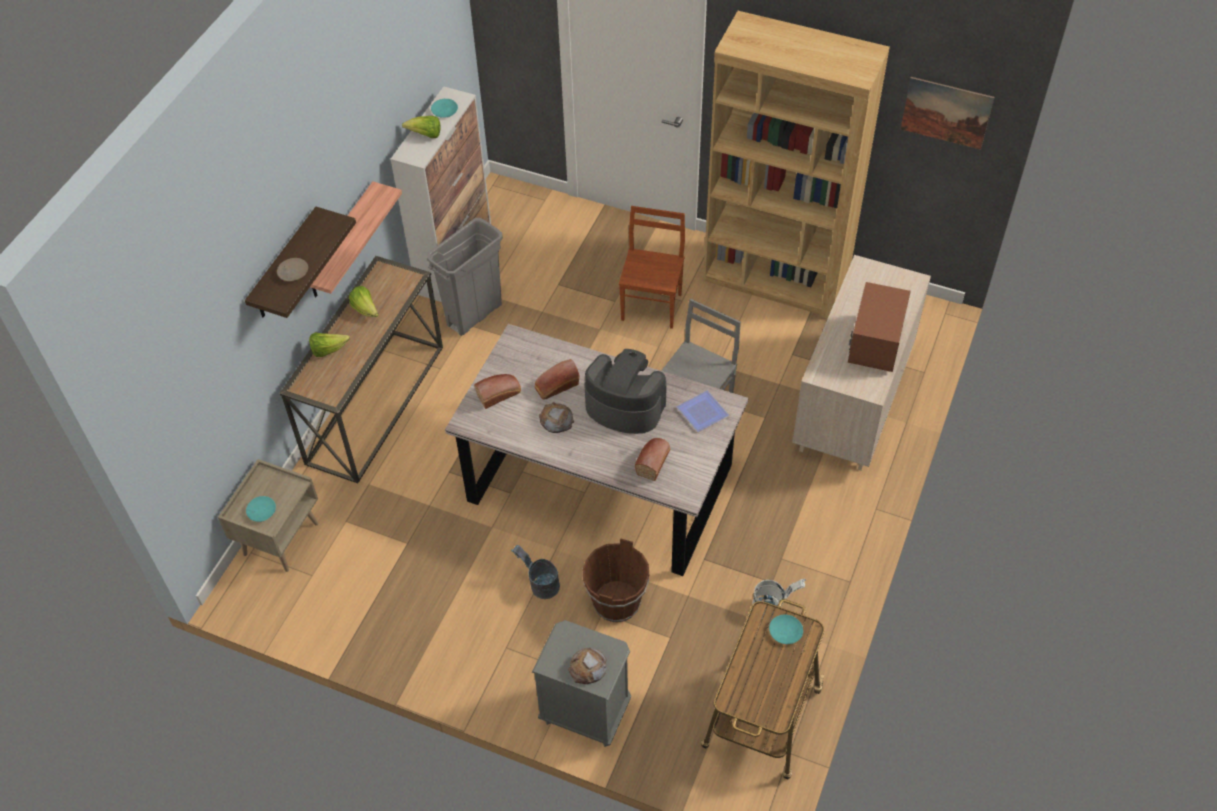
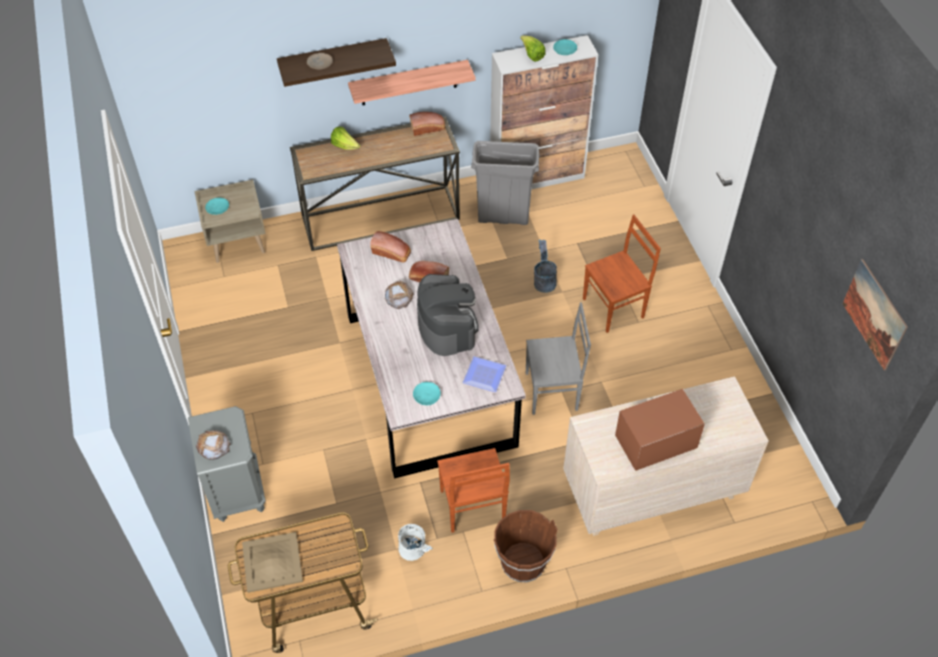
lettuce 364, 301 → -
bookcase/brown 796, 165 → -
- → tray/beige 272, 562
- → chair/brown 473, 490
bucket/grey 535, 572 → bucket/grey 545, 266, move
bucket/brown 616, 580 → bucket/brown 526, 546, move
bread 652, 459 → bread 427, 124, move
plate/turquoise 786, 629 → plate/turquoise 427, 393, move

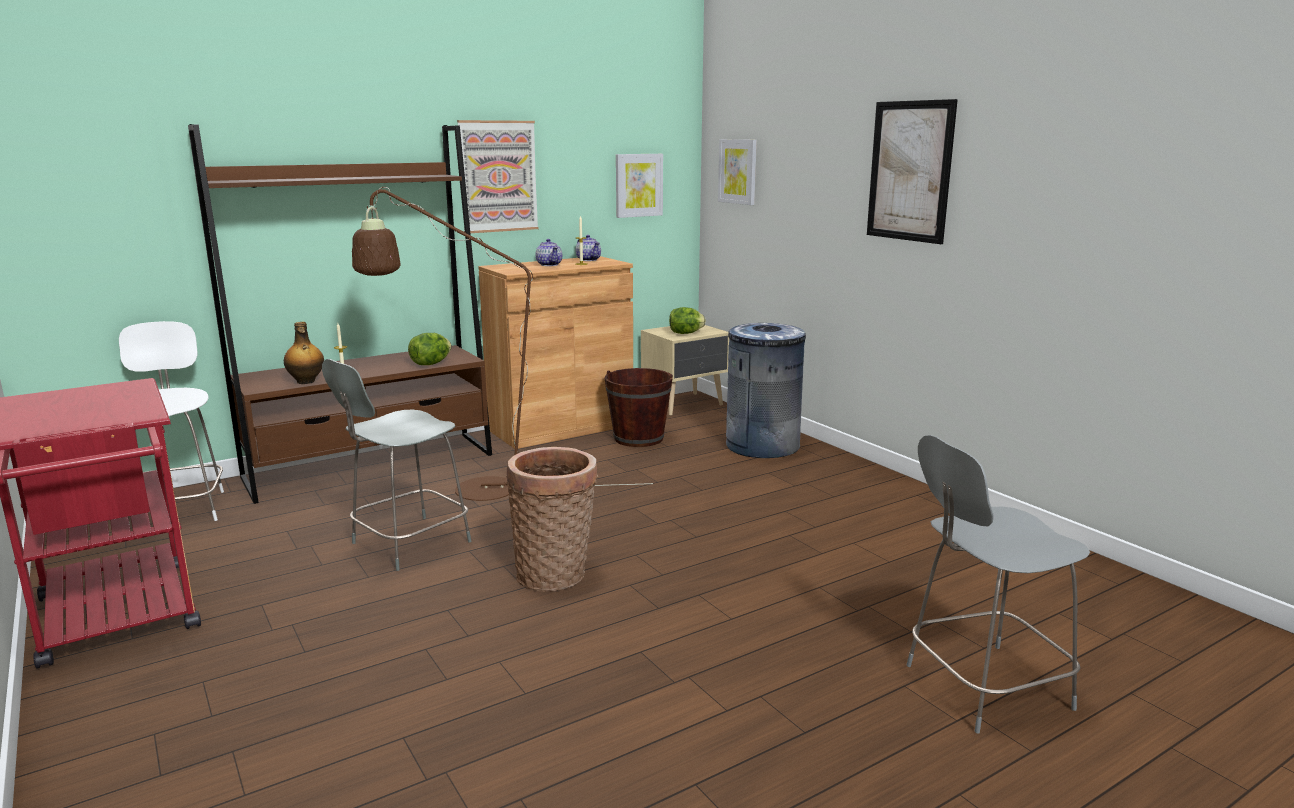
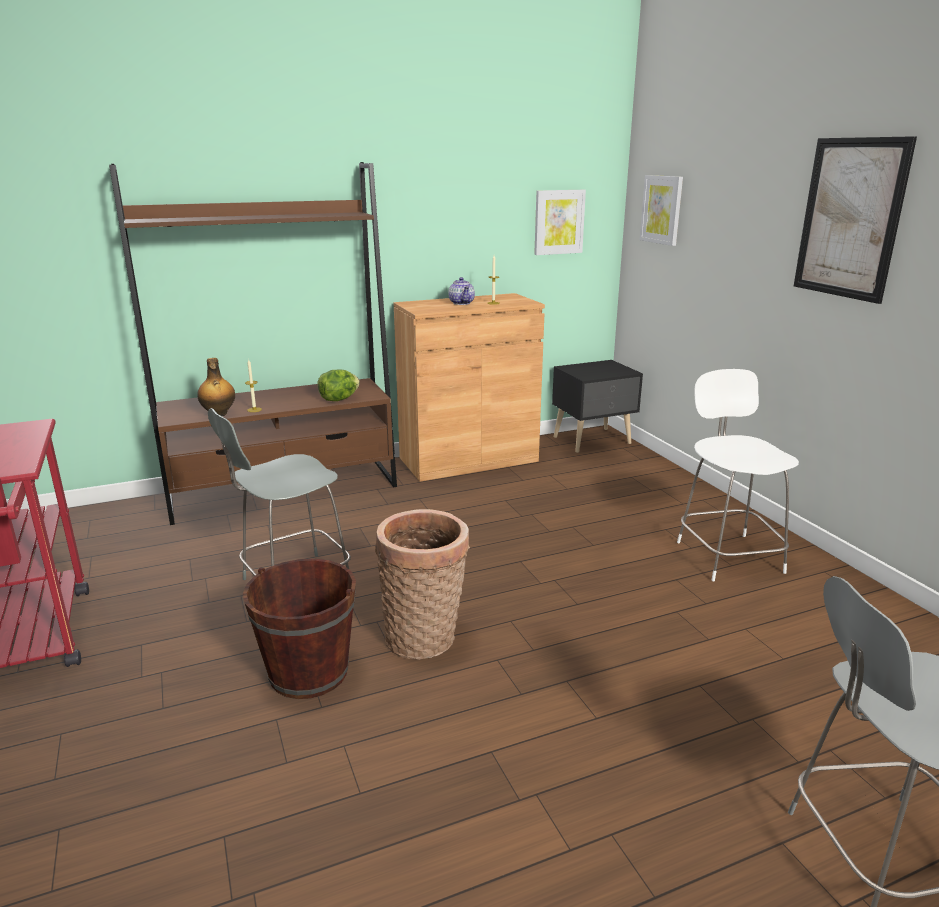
floor lamp/brown 502, 344 → -
picture 498, 176 → -
teapot 588, 248 → -
lettuce 687, 320 → -
trash can/grey 766, 390 → -
chair/white 171, 423 → chair/white 738, 475, move
bucket/brown 638, 407 → bucket/brown 299, 629, move
nightstand/beige 685, 370 → nightstand/black 597, 406

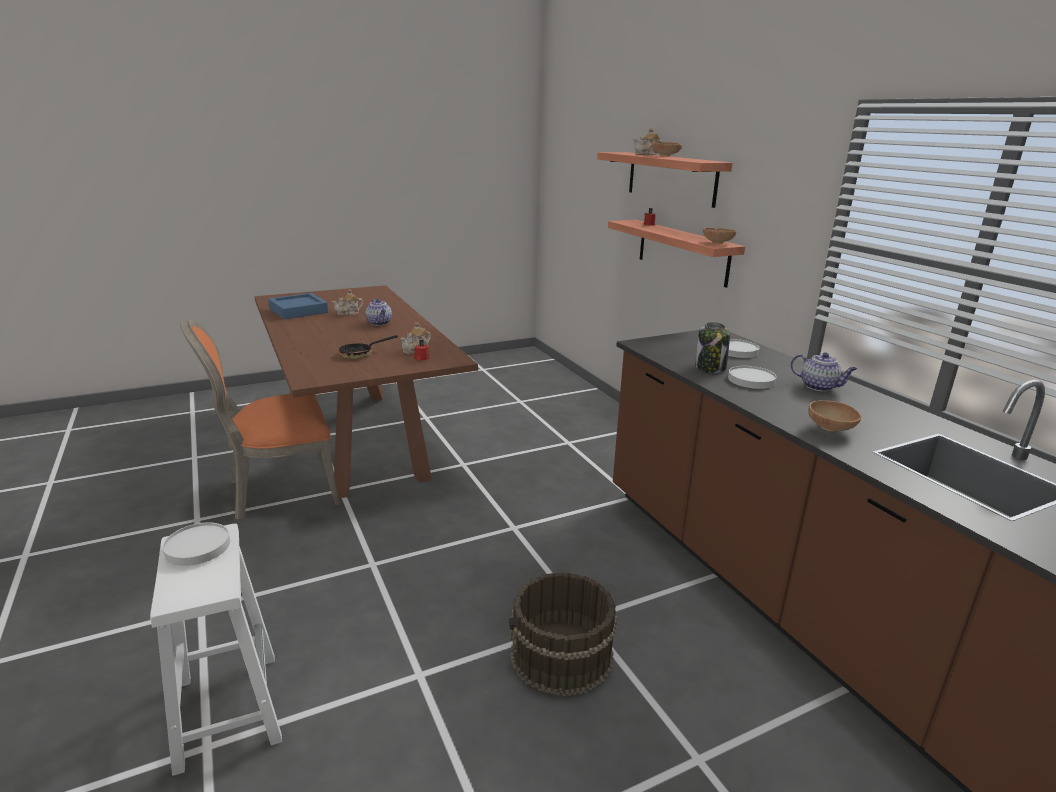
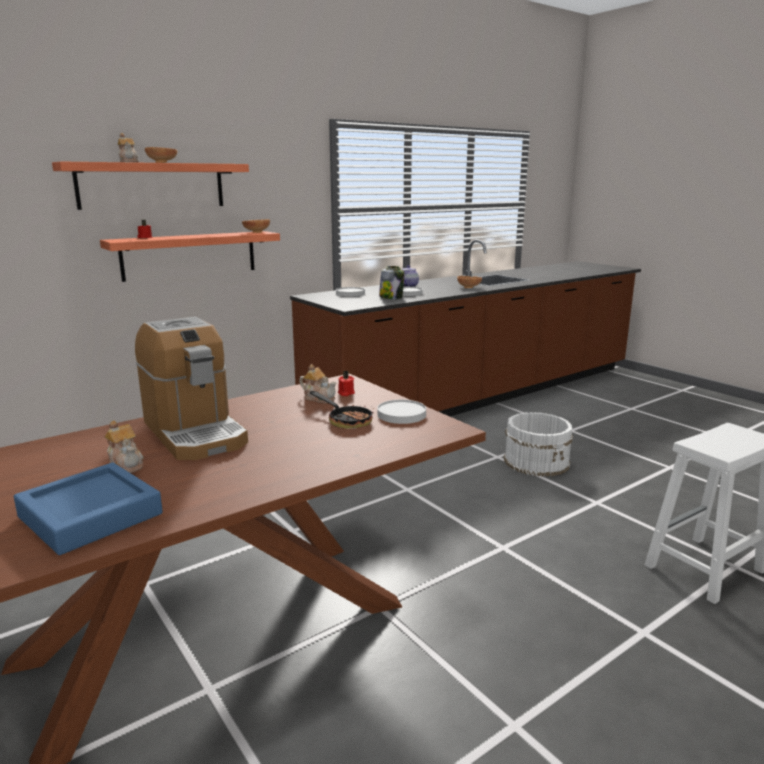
chair/orange 260, 419 → -
plate/white 196, 544 → plate/white 401, 412, move
teapot 378, 312 → coffee machine 191, 388
bucket/brown 563, 634 → bucket/white 538, 444

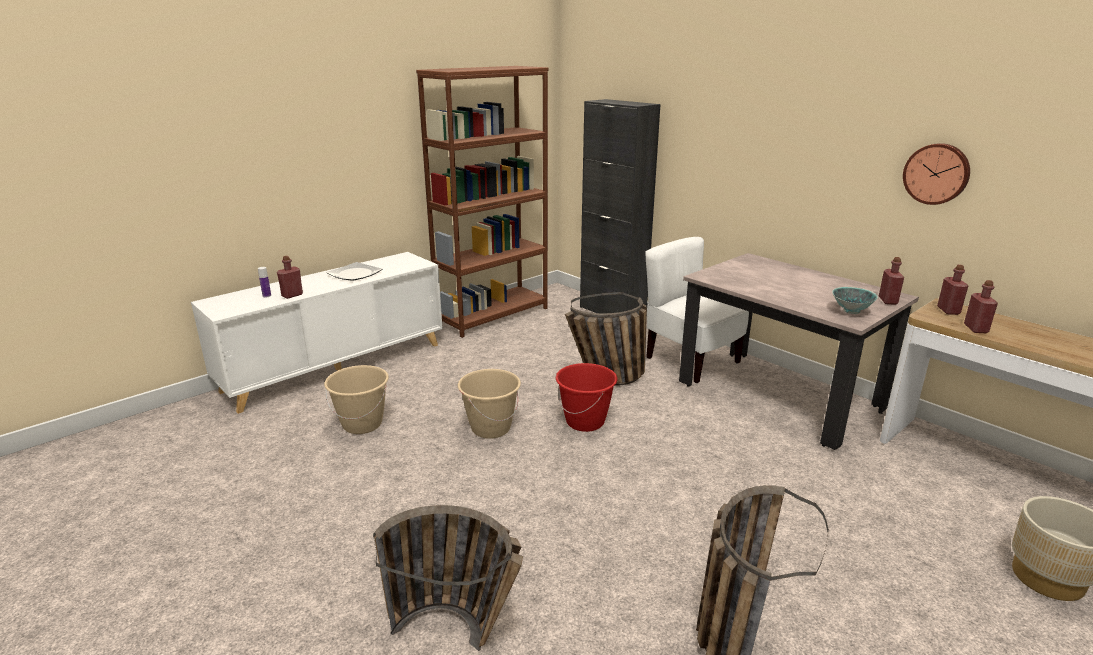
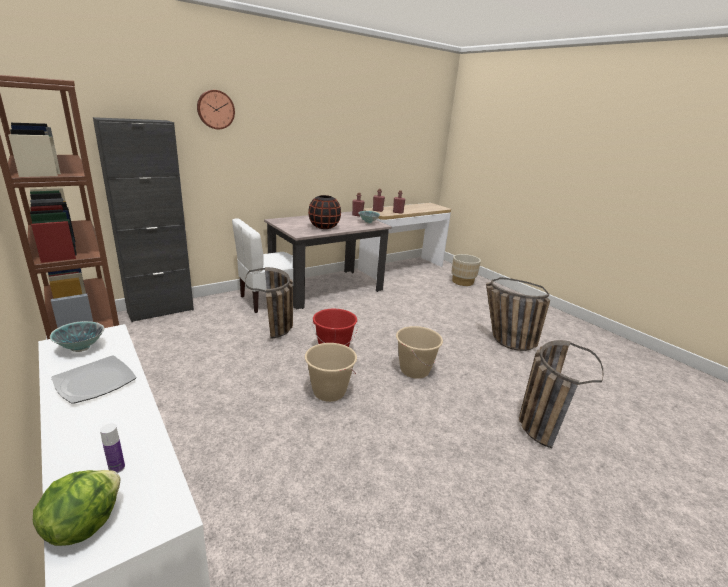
bottle/red 290, 277 → -
- → lettuce 76, 508
- → bowl 77, 336
- → vase/black 324, 212
bucket/beige 356, 399 → bucket/beige 419, 352, move
wall clock 936, 174 → wall clock 216, 109, move

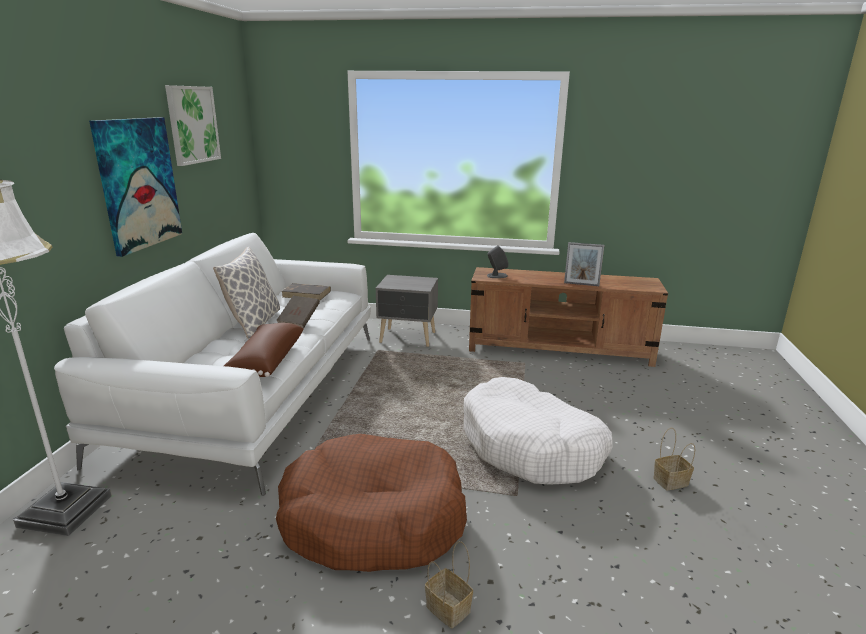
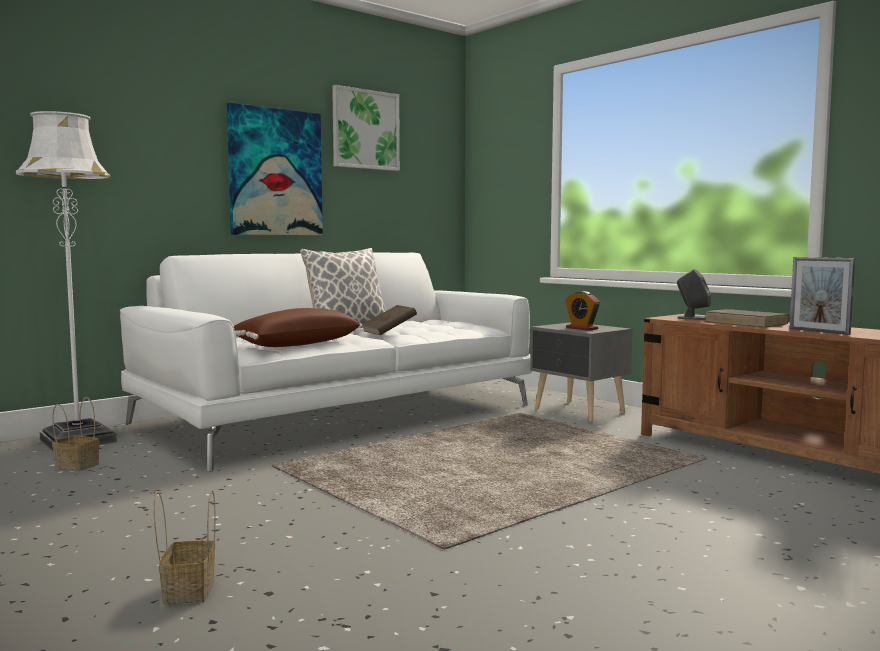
dog bed/brown 371, 503 → -
dog bed/white 538, 431 → -
- → alarm clock 582, 310
book/brown 306, 292 → book/brown 747, 318, move
basket 674, 459 → basket 76, 434, move

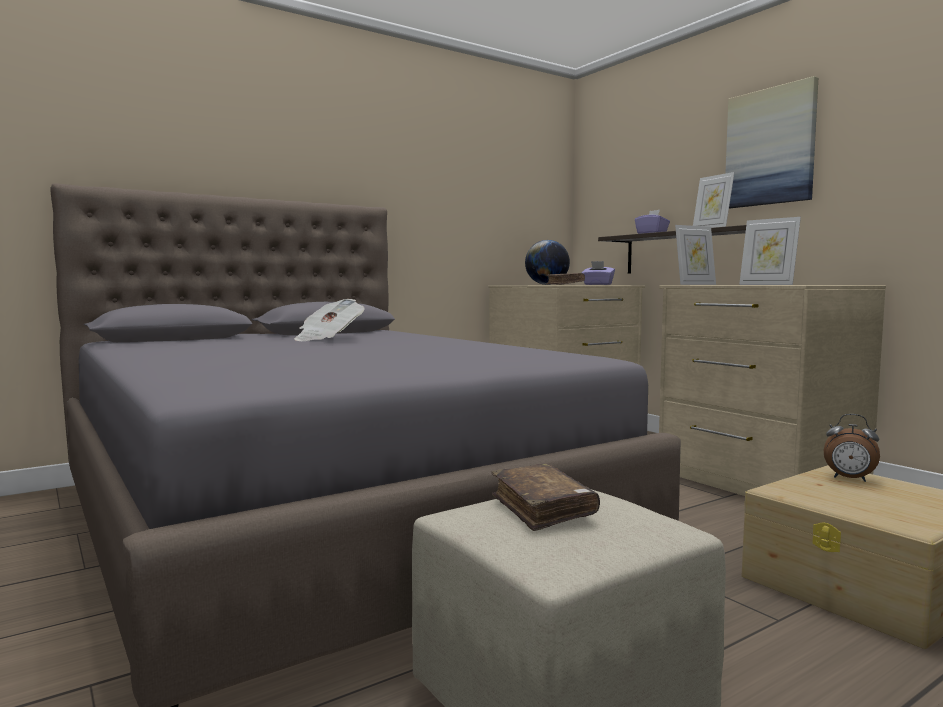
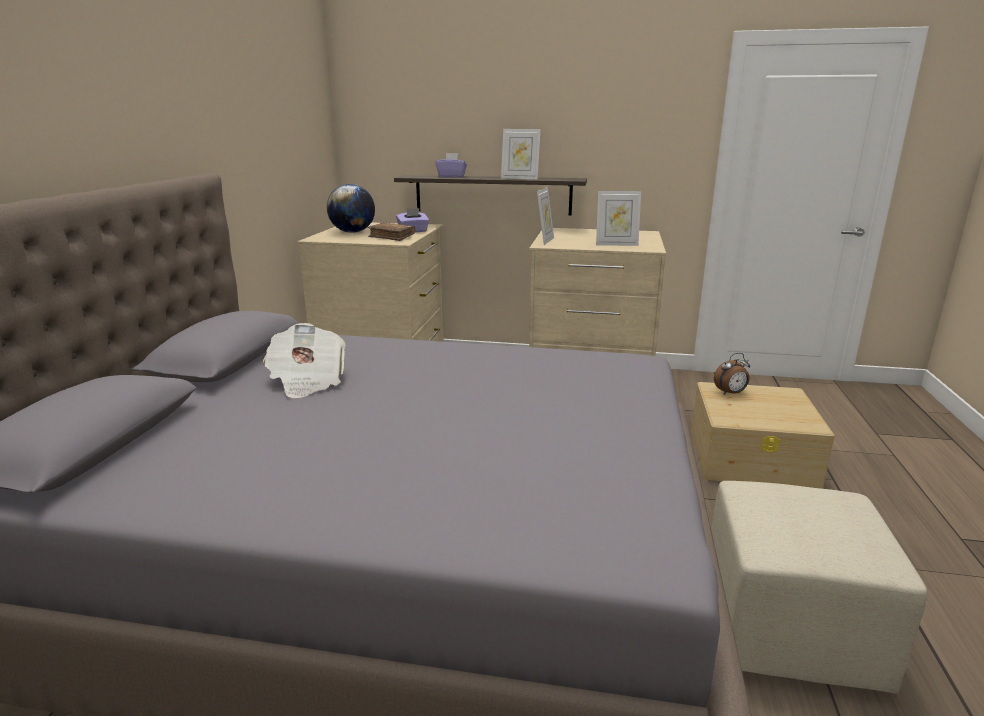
book/brown 545, 497 → -
picture 771, 142 → -

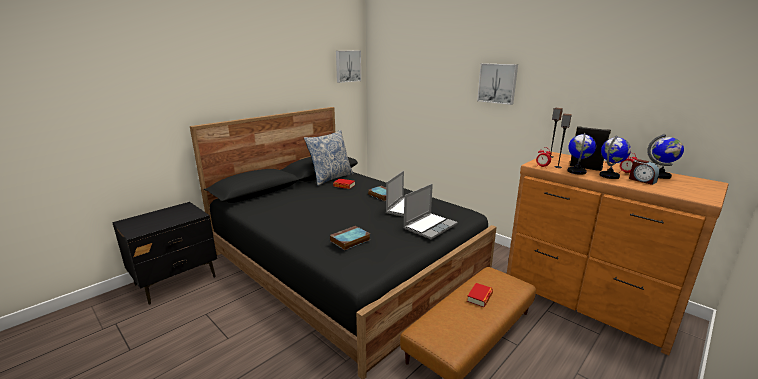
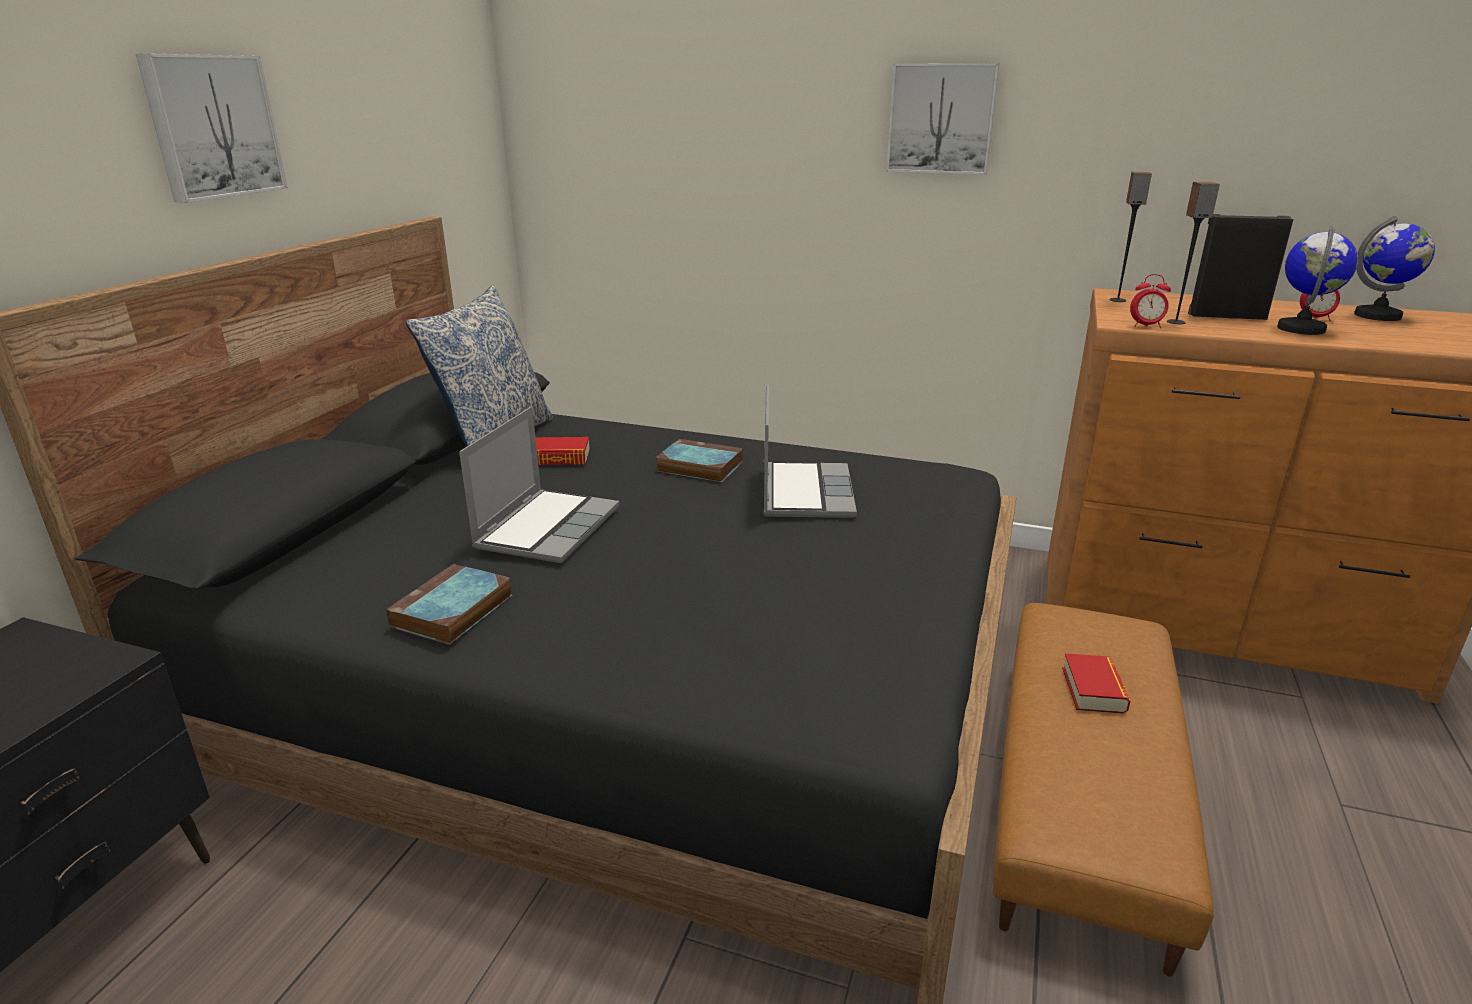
globe 581, 153 → -
alarm clock 644, 172 → -
book 350, 238 → book 449, 604, move
picture 348, 67 → picture 212, 128, move
laptop 430, 211 → laptop 539, 485, move

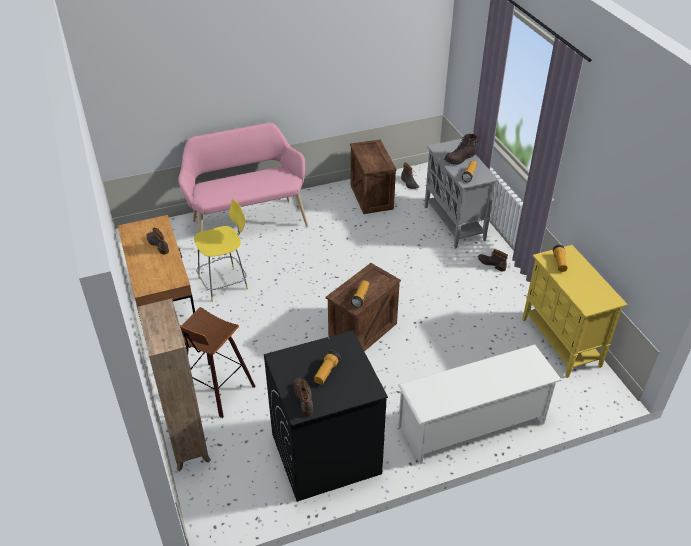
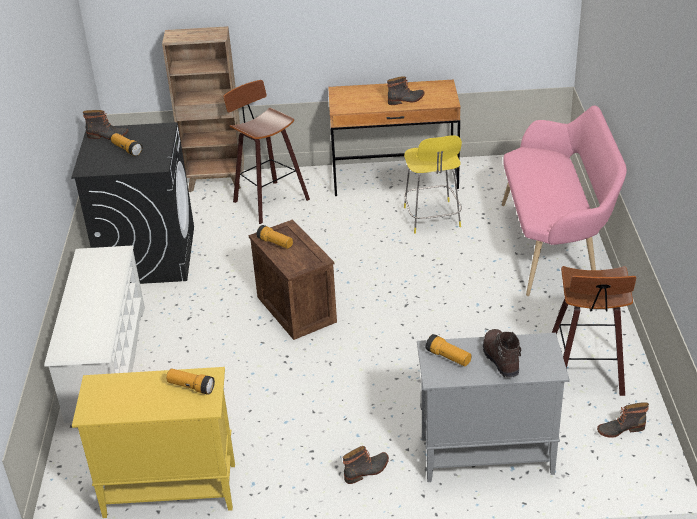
crate 373, 177 → stool 594, 331

